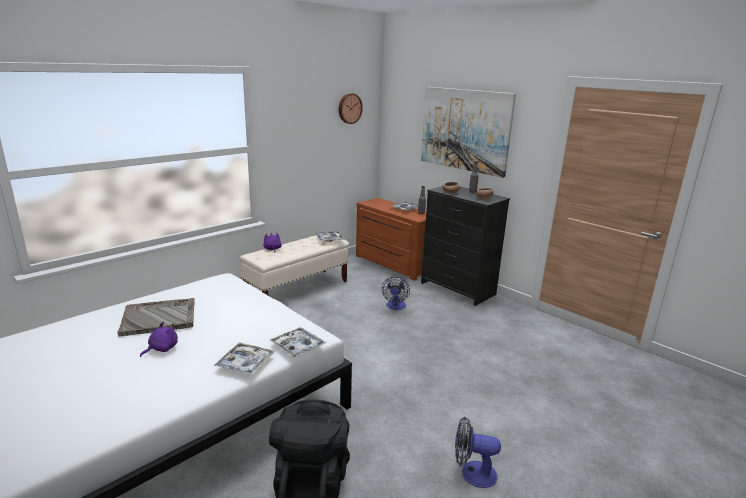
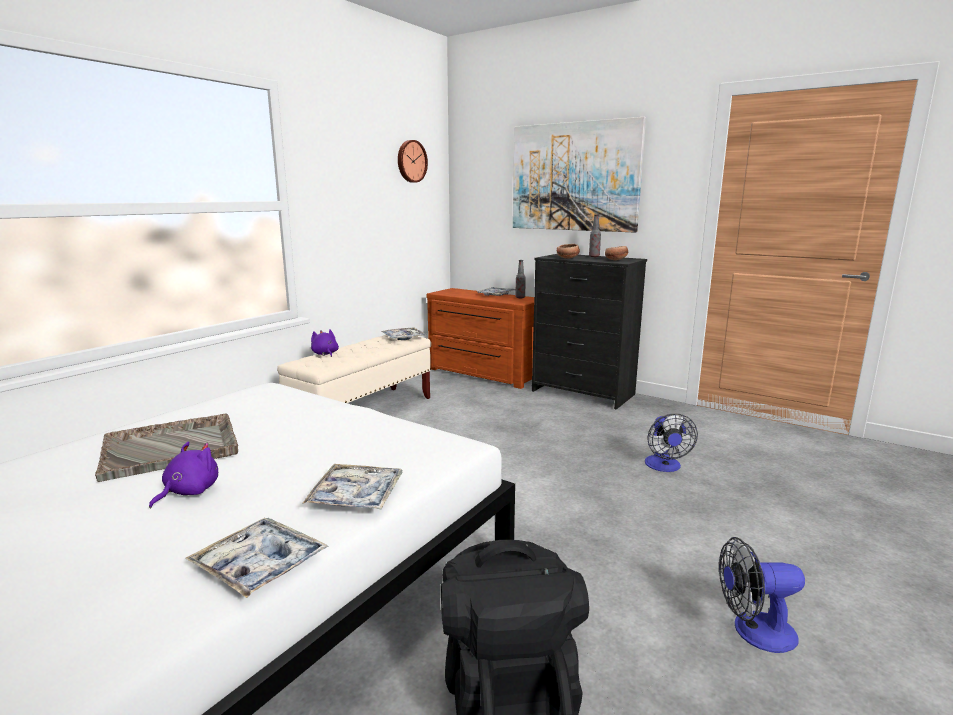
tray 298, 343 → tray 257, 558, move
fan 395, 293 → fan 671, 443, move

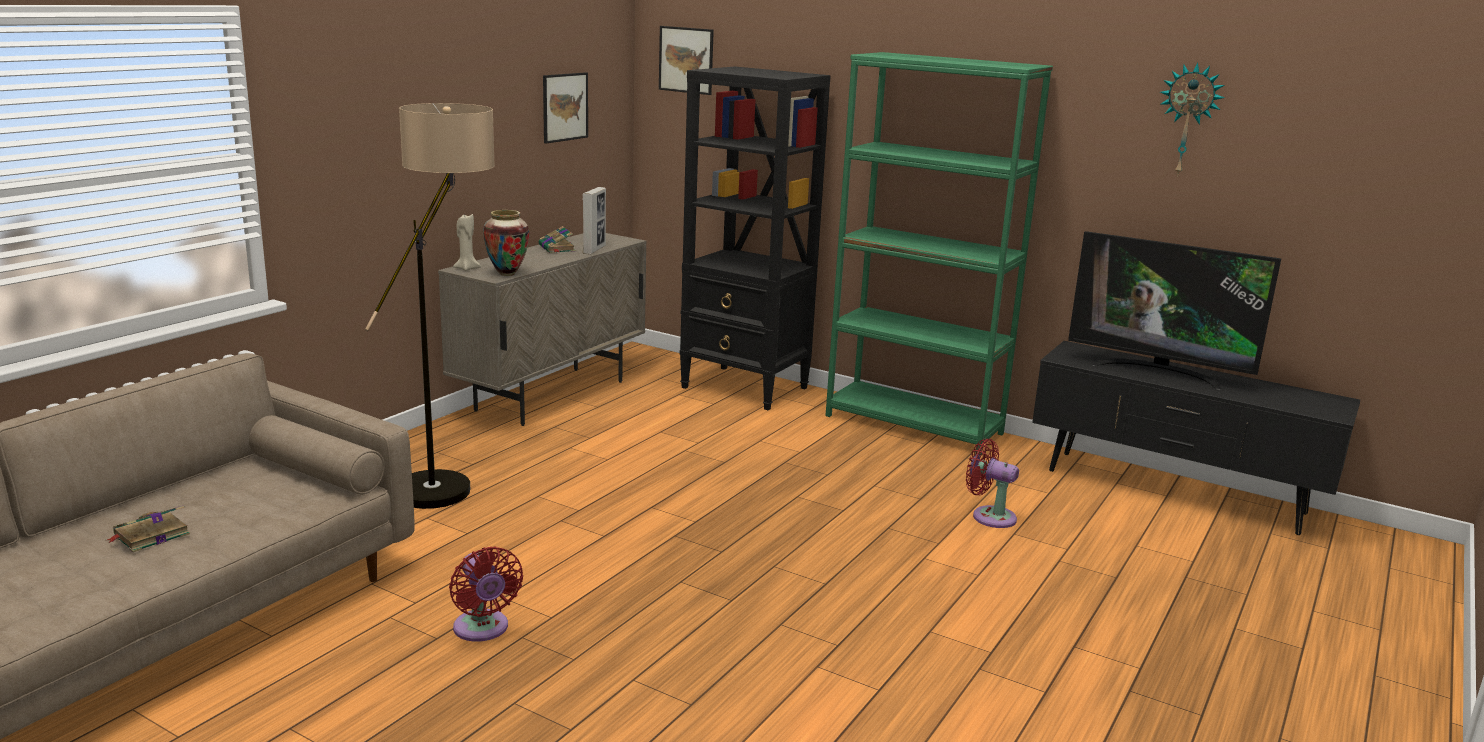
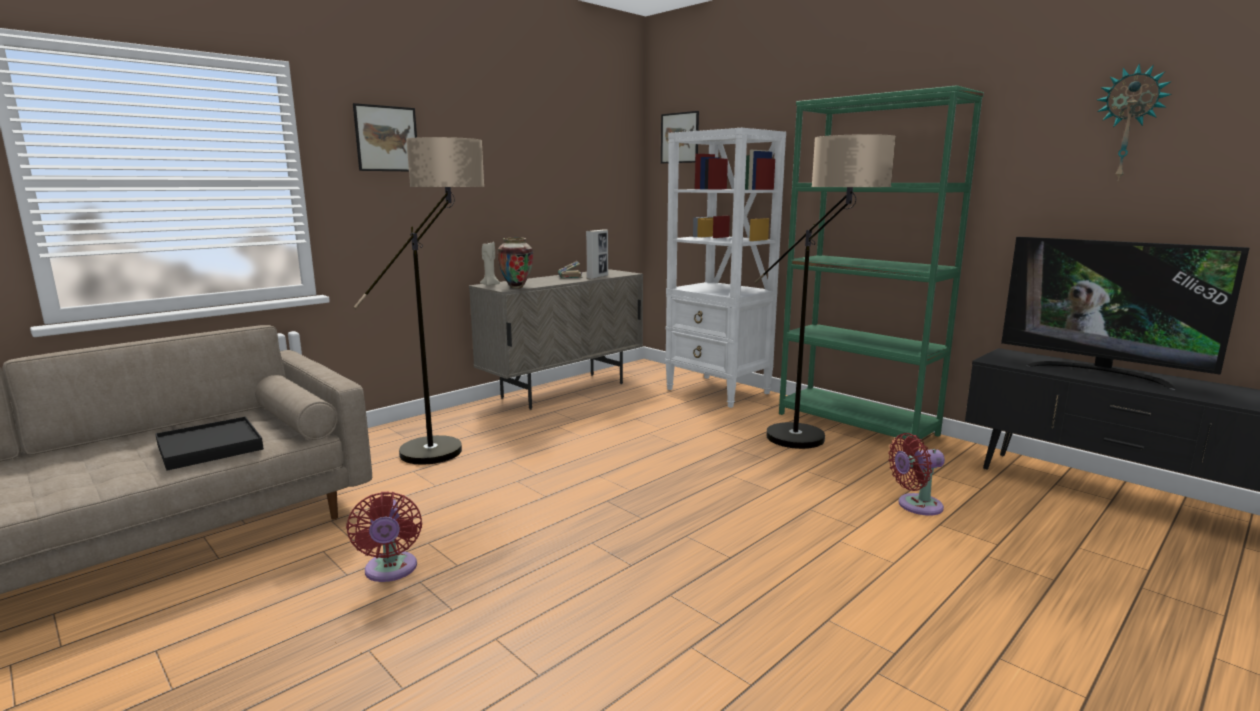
book 148, 528 → -
- → tray/black 209, 443
- → floor lamp 825, 291
picture 565, 108 → picture 385, 137, move
bookcase/black 755, 238 → bookcase/white 725, 268
fan/red 992, 483 → fan/red 916, 474, 60 degrees counterclockwise

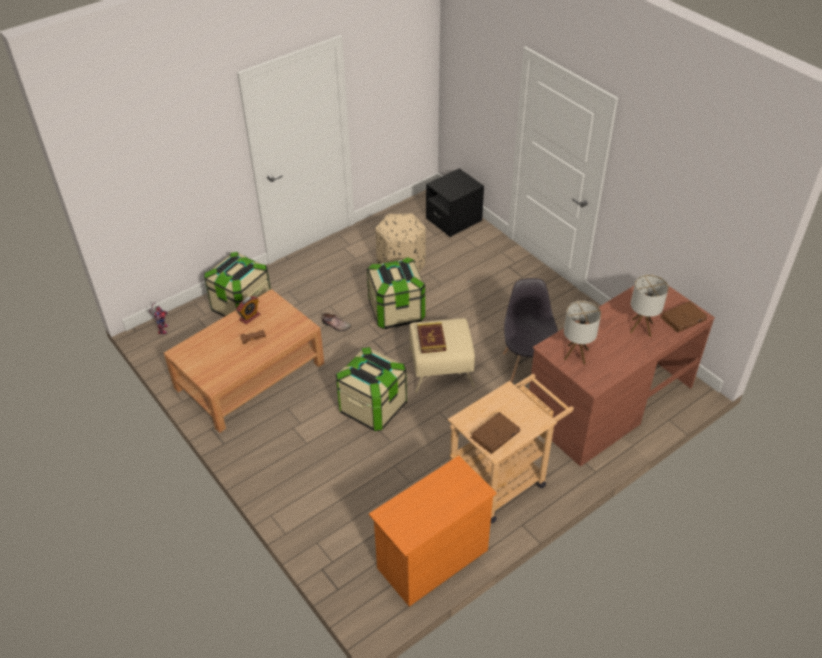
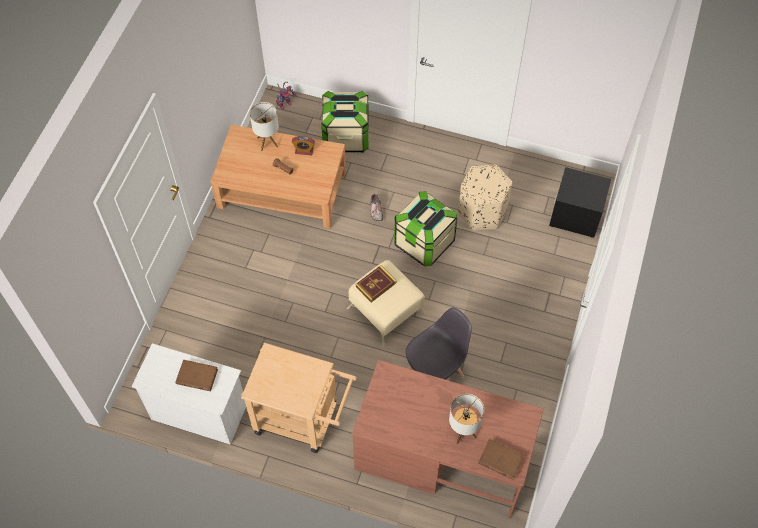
storage box 371, 389 → -
book/brown 495, 433 → book/brown 197, 376, move
table lamp 582, 332 → table lamp 264, 126, move
dresser/orange 432, 531 → dresser/white 189, 394

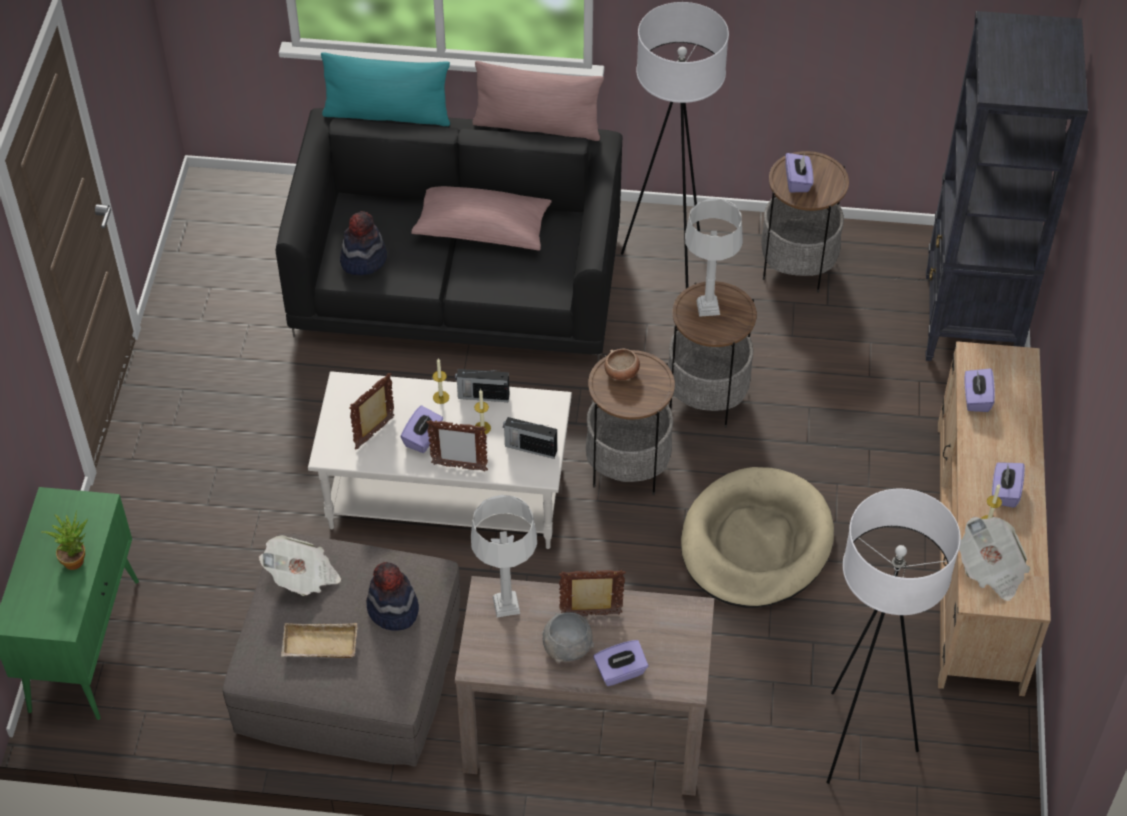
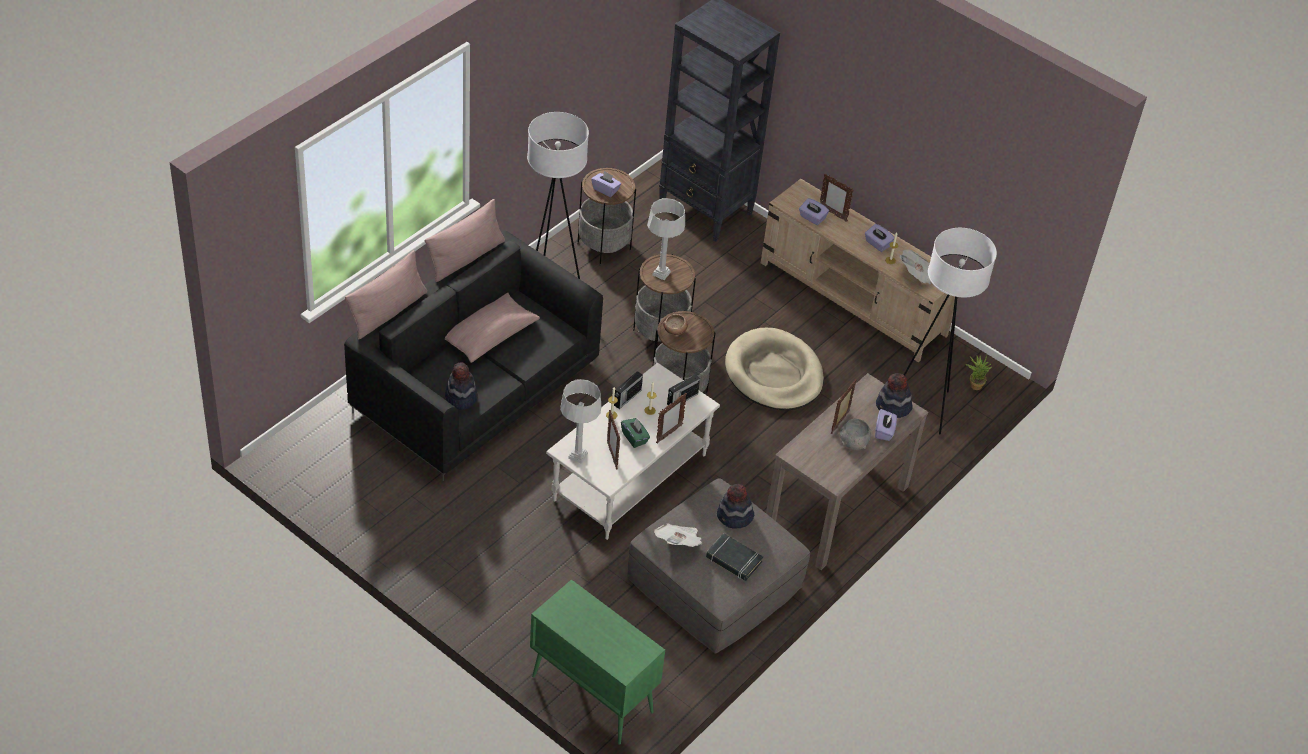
- → picture frame 836, 198
- → hat 894, 395
potted plant 64, 540 → potted plant 979, 372, move
table lamp/grey 504, 556 → table lamp/grey 580, 421, move
tray/beige 319, 640 → book/black 734, 557
pillow/turquoise 385, 89 → pillow/pink 386, 294
tissue box/purple 421, 429 → tissue box/green 635, 433

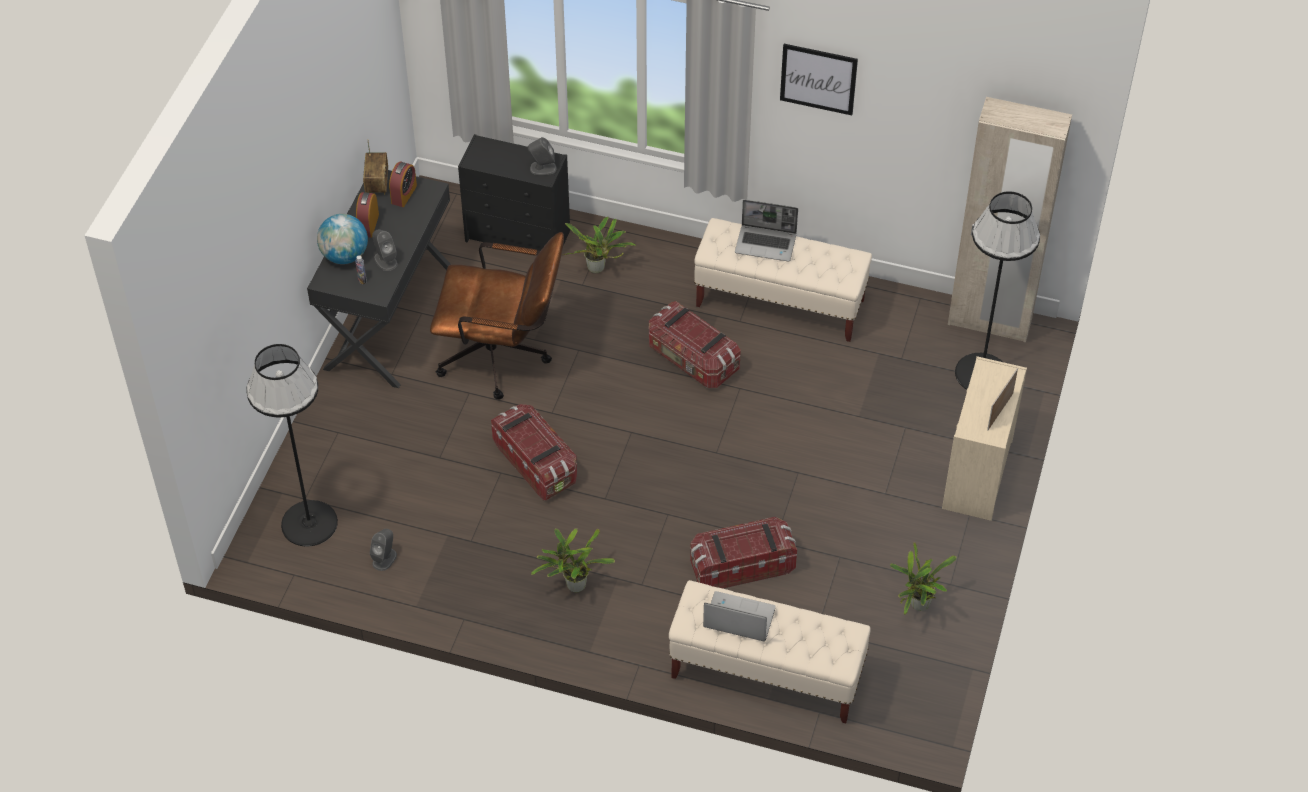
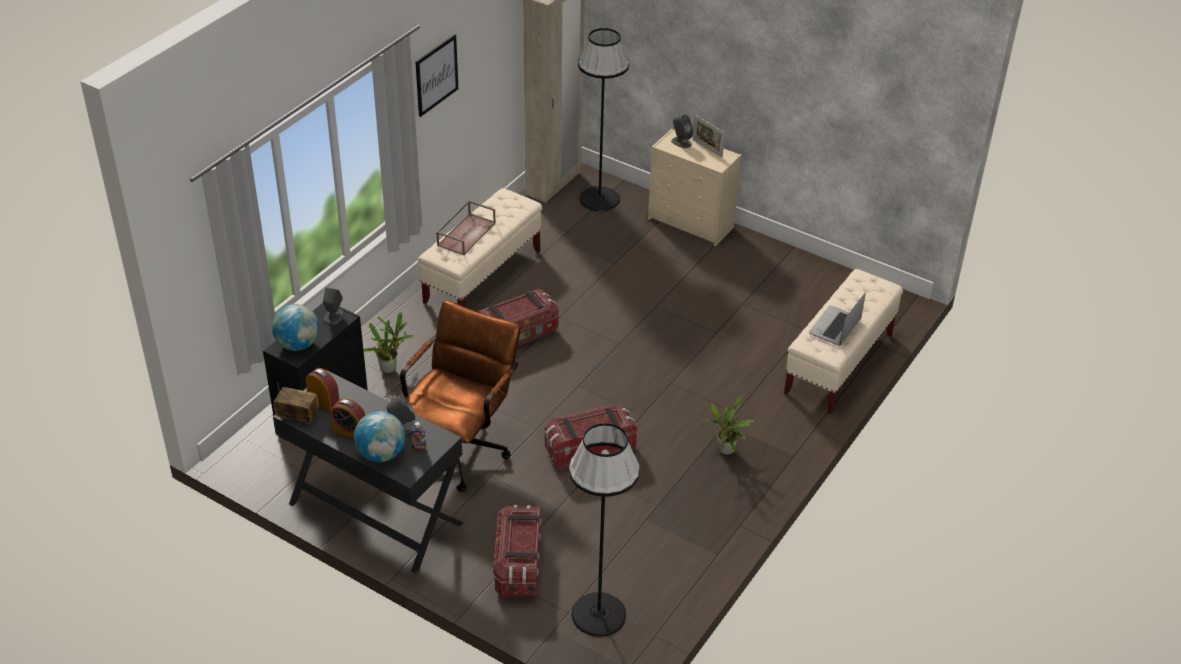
potted plant 923, 578 → -
- → globe 295, 327
speaker/grey 383, 550 → speaker/grey 682, 131, move
storage box 743, 553 → storage box 517, 551, move
laptop 766, 231 → tray/brown 466, 227

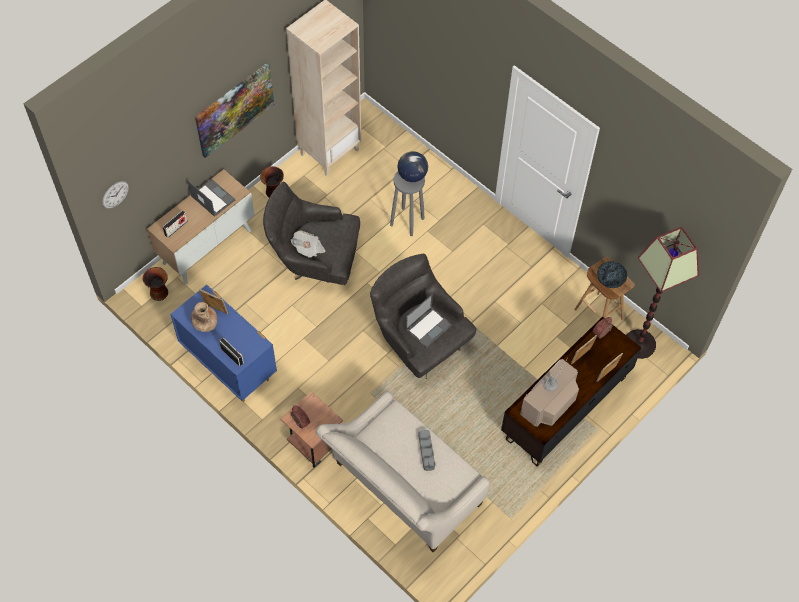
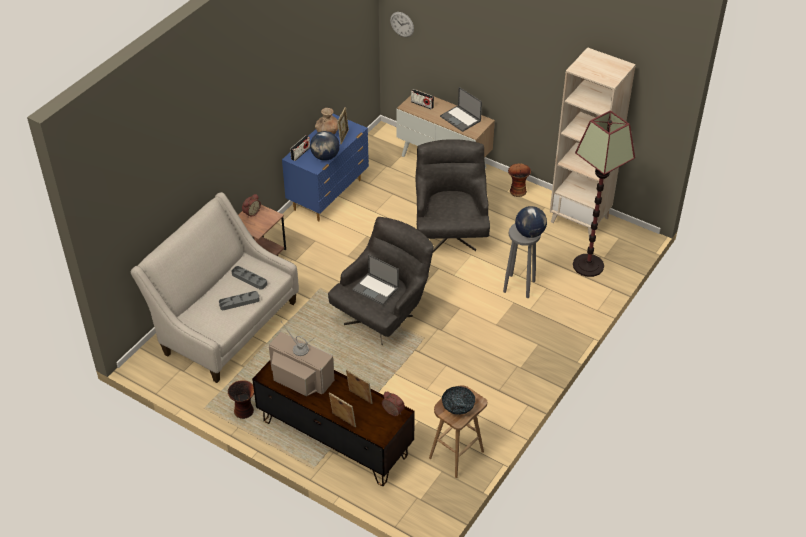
picture 234, 110 → -
newspaper 308, 244 → -
- → tray/grey 249, 278
- → globe 325, 146
vase 155, 284 → vase 241, 399, move
floor lamp 662, 292 → floor lamp 604, 194, move
laptop 211, 198 → laptop 461, 109, 105 degrees clockwise

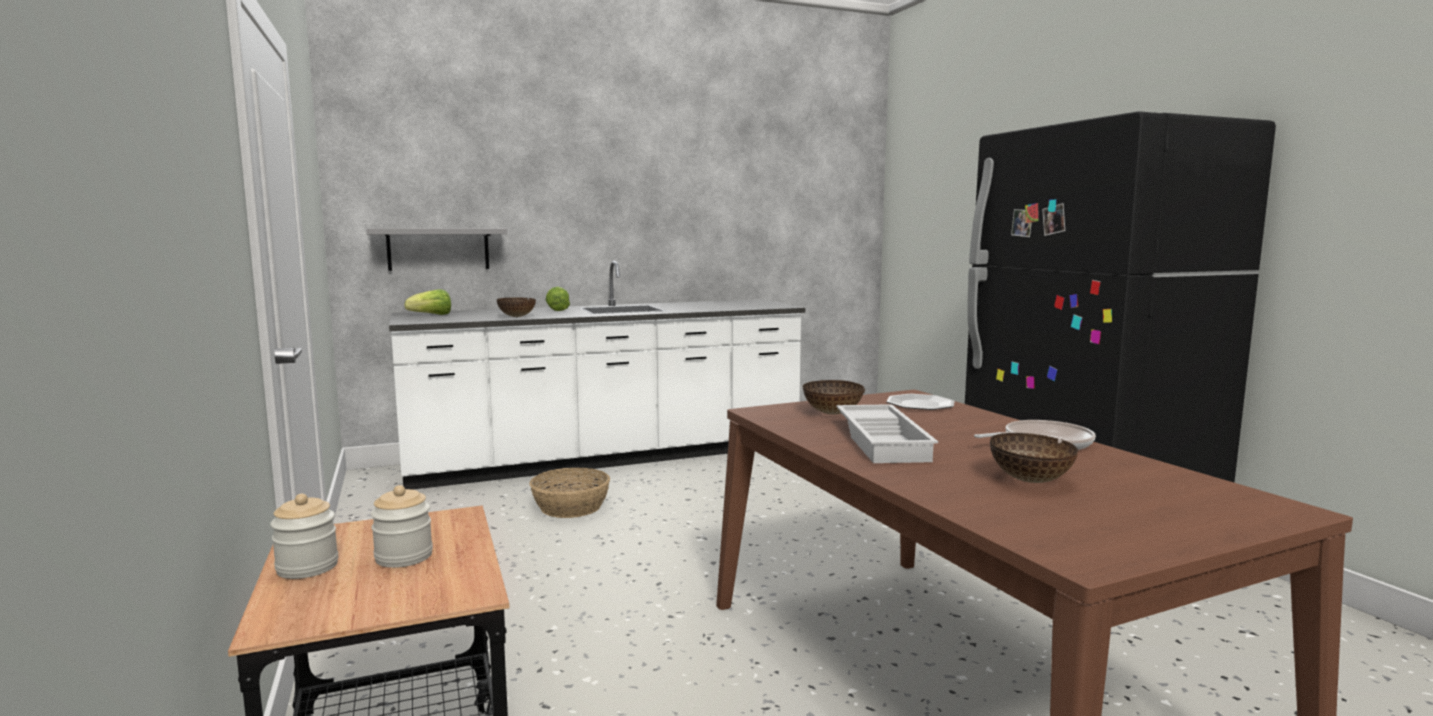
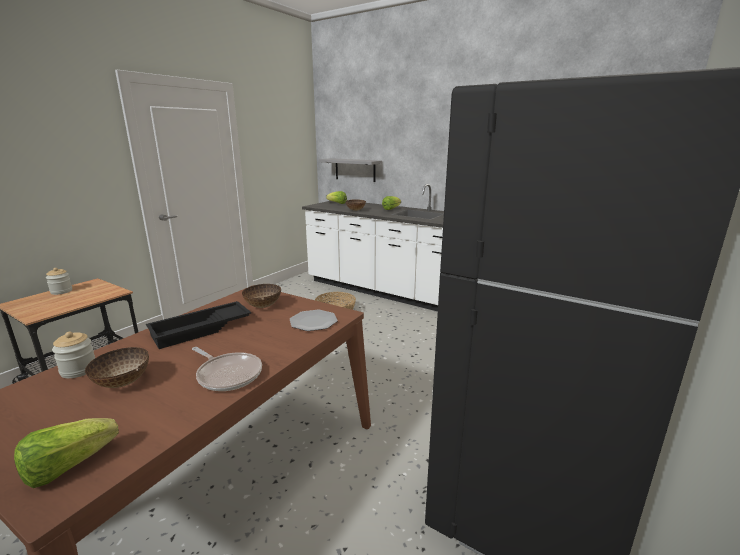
- → lettuce 66, 453
jar 402, 526 → jar 73, 355, move
tray/white 887, 433 → tray/black 198, 325

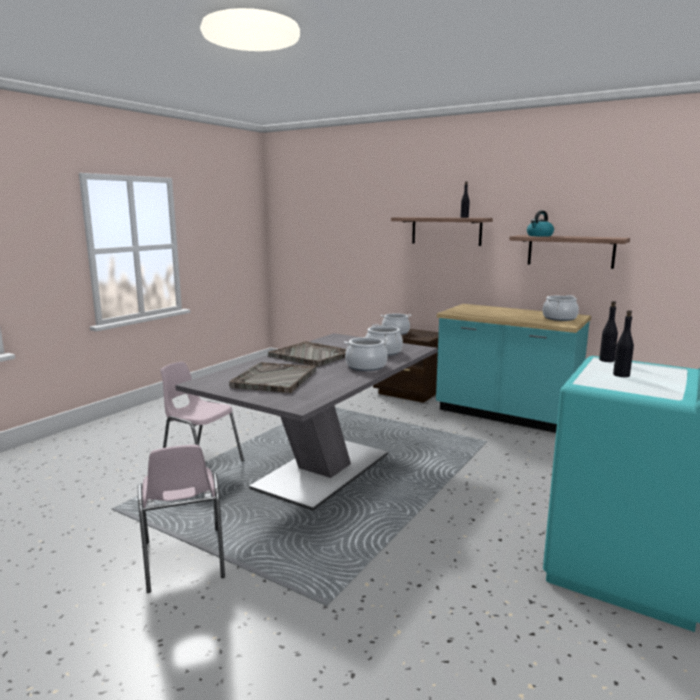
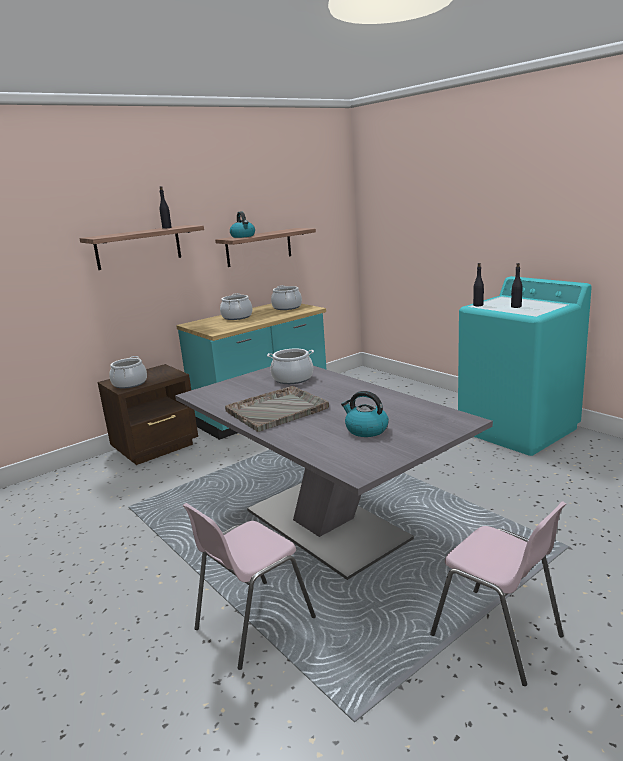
cooking pot 366, 354 → cooking pot 236, 306, move
tray/grey 272, 377 → kettle 365, 414
chair/pink 181, 519 → chair/pink 498, 593, 45 degrees clockwise

